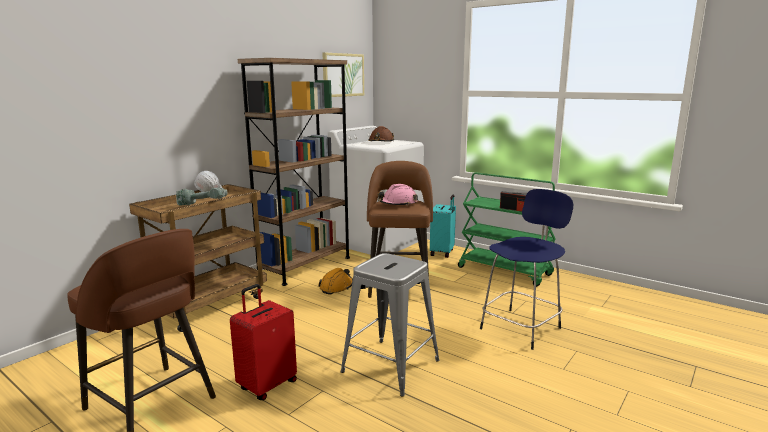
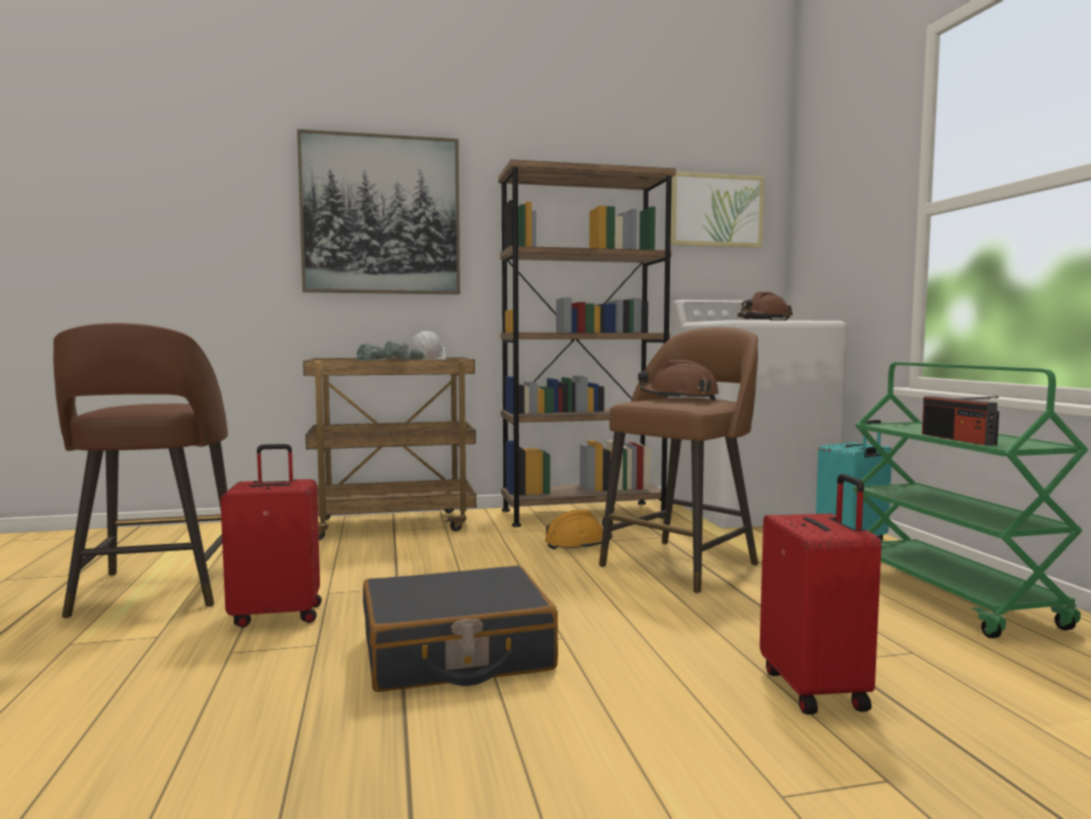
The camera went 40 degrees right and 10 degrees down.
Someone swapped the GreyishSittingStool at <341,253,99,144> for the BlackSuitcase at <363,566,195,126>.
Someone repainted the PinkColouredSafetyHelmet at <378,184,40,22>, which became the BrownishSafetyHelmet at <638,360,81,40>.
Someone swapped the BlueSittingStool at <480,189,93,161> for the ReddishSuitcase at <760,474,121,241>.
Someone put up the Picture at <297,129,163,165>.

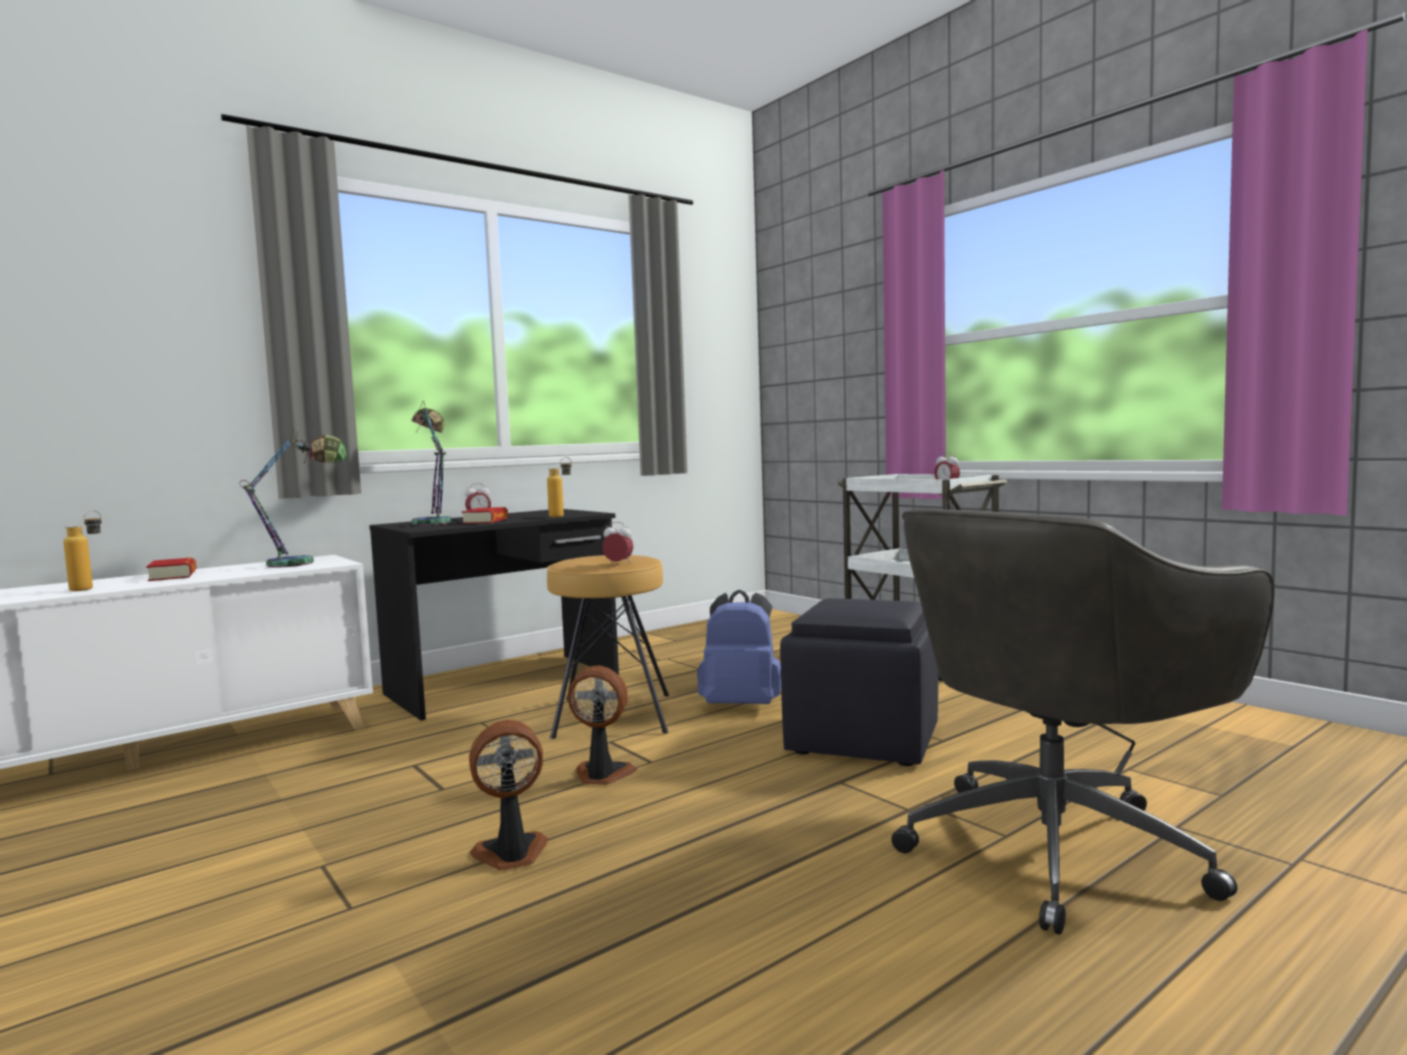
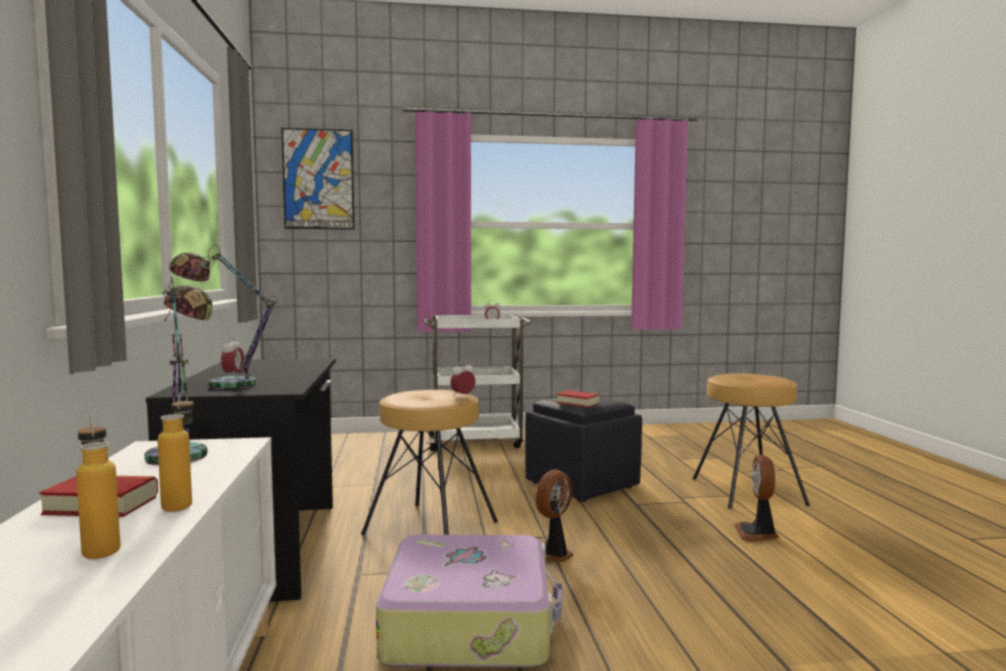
The camera went 60 degrees left and 0 degrees up.
Someone carried the BoundBook from <462,507,46,17> to <556,390,44,18>.
Someone carried the Fan from <469,720,79,151> to <734,455,45,87>.
Someone carried the BeverageBottle from <547,457,25,60> to <158,391,36,121>.
Someone took away the BlueRucksack at <697,589,84,115>.
Someone swapped the GreyishComputerChair at <891,508,383,427> for the BrownishSittingStool at <693,373,117,136>.
Someone put up the Picture at <281,128,74,102>.
Someone put down the Suitcase at <376,535,187,133>.

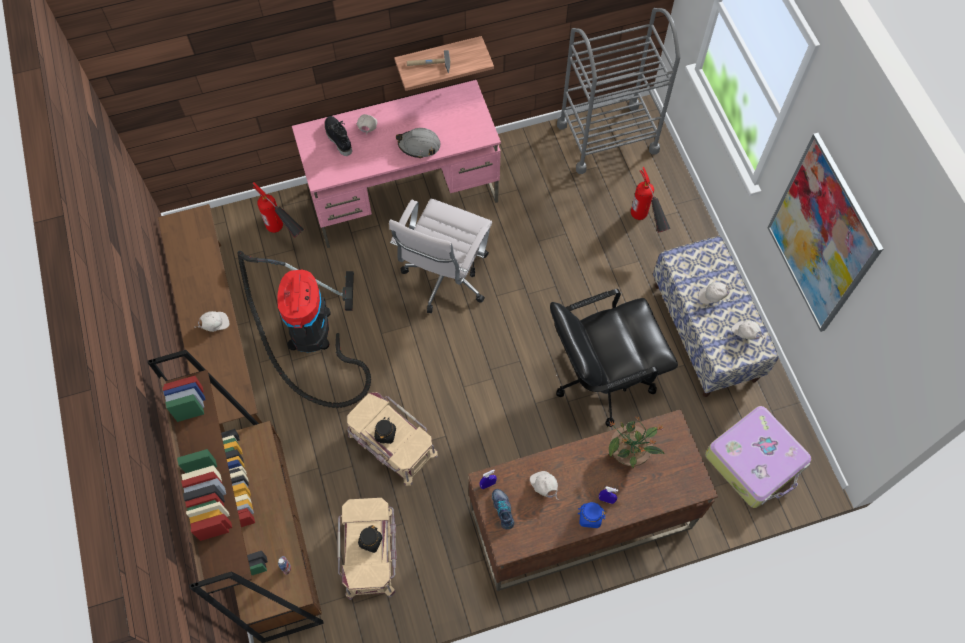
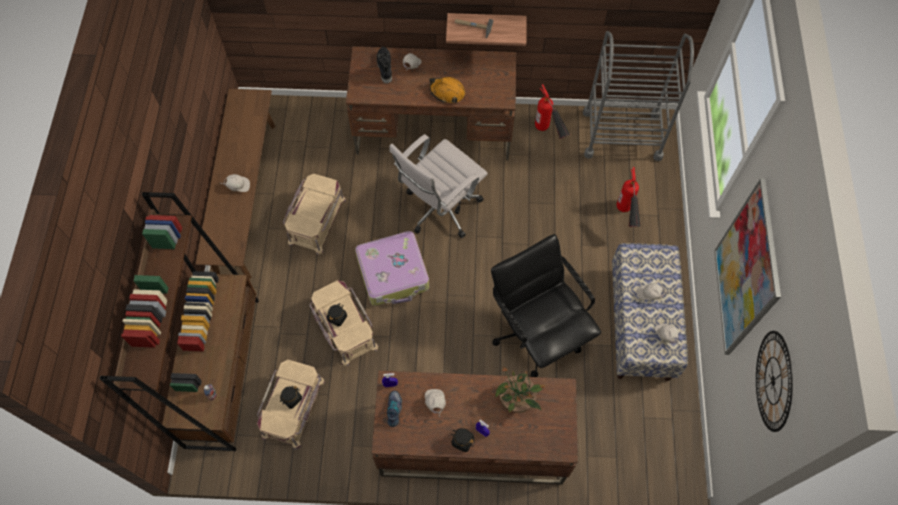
The camera went 20 degrees right and 0 degrees up.
Someone swapped the Hoover at <237,251,134,157> for the BeigeColouredStorageBox at <283,174,63,81>.
Someone carried the Extinguisher from <253,182,51,56> to <535,84,35,55>.
Someone repainted the PinkColouredDeskUnit at <292,80,209,168>, which became the BrownishDeskUnit at <346,46,170,114>.
Someone repainted the GreyishSafetyHelmet at <396,128,44,30>, which became the OrangeColouredSafetyHelmet at <429,77,36,26>.
Someone rotated the BlackComputerChair at <550,289,128,138> by 60 degrees clockwise.
Someone repainted the BlueJar at <577,502,28,26>, which became the BlackJar at <451,428,24,24>.
Someone carried the Suitcase from <705,406,106,102> to <355,231,74,75>.
Someone put up the ClockOnTheWall at <756,331,37,101>.

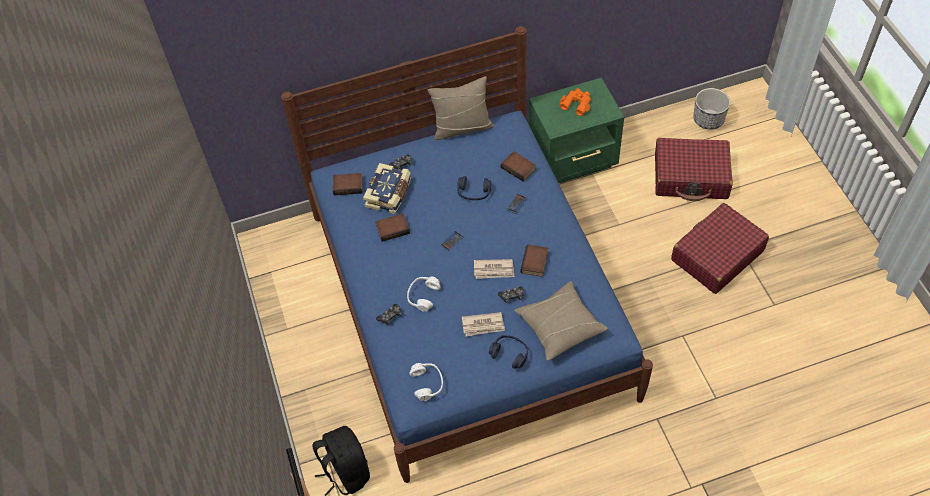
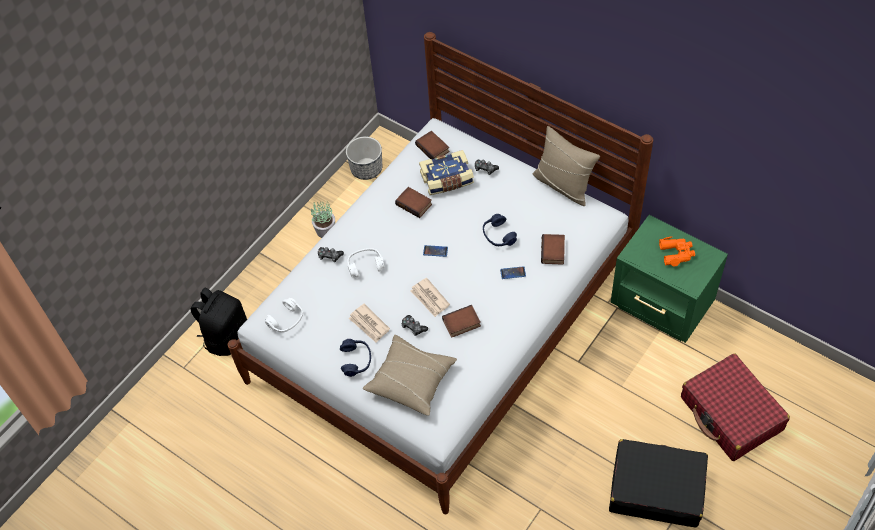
The camera went 55 degrees right and 0 degrees up.
Someone repainted the BlueSleepingBed at <281,26,372,457>, which became the WhiteColouredSleepingBed at <228,32,425,482>.
Someone repainted the ReddishSuitcase at <671,203,98,91>, which became the BlackSuitcase at <609,439,99,89>.
Someone carried the FlowerPot from <693,88,37,42> to <346,137,36,43>.
Someone put down the Houseplant at <311,201,24,37>.

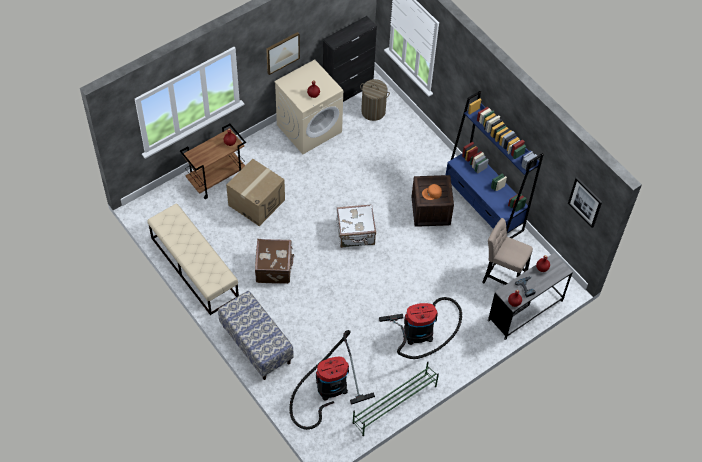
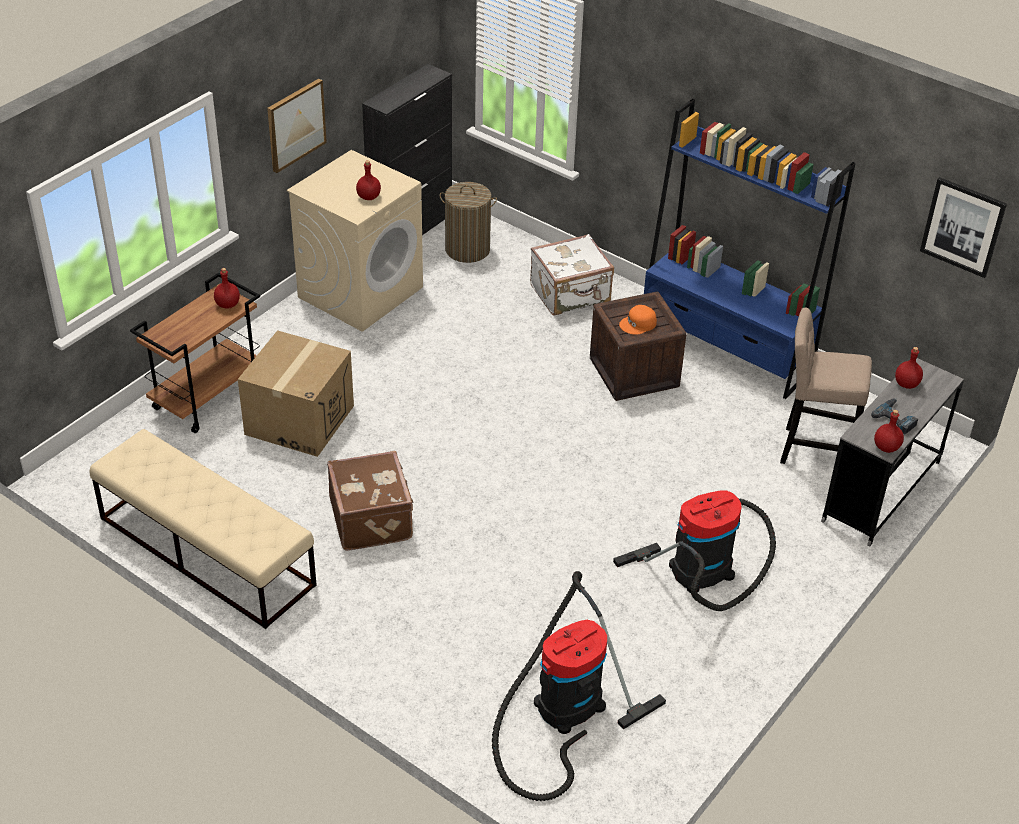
The camera went 15 degrees left and 15 degrees down.
Someone took away the LongSeat at <218,291,76,89>.
Someone carried the WhiteColouredSuitcase from <337,204,39,44> to <530,234,84,82>.
Someone took away the GreenShoeRack at <353,361,86,75>.

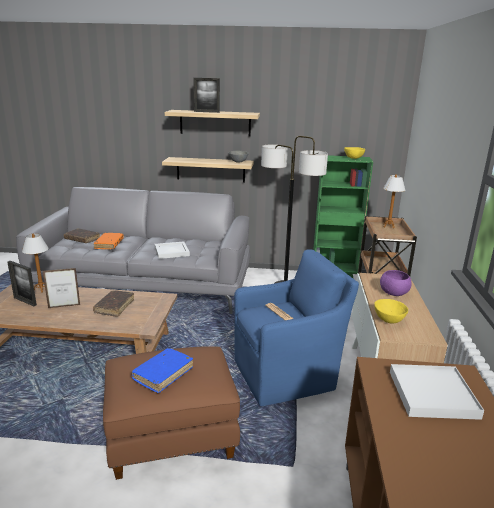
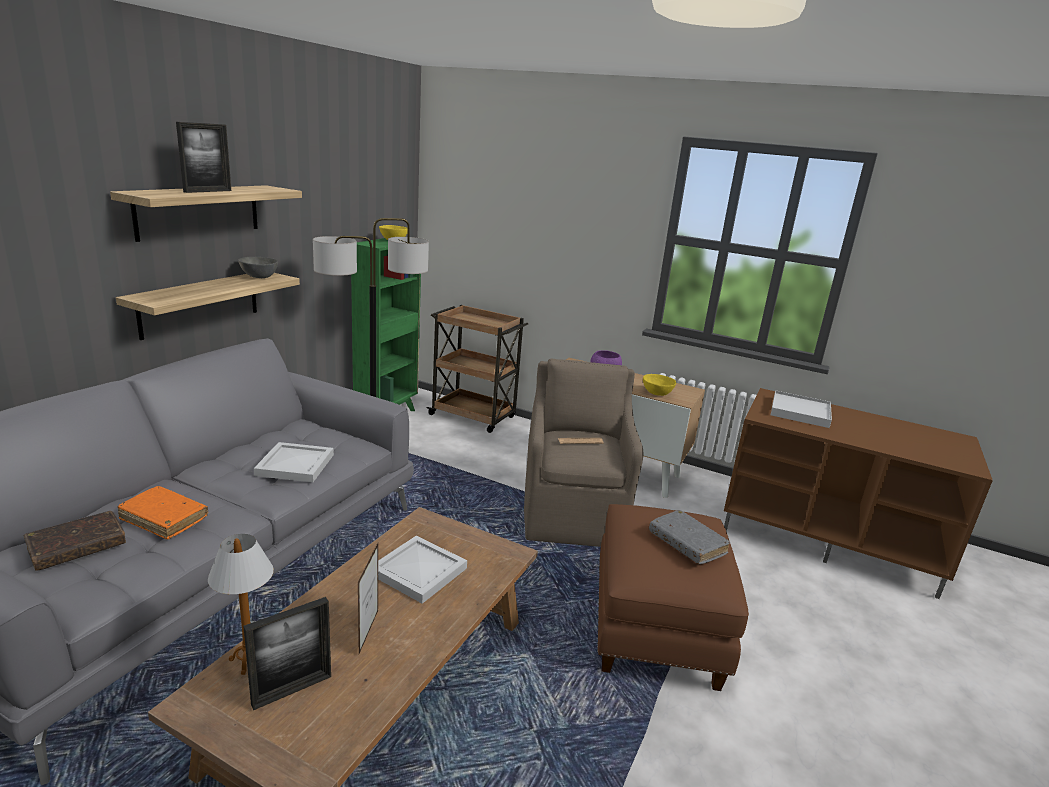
The camera went 70 degrees left and 0 degrees up.
Someone swapped the BrownishBoundBook at <93,290,41,27> for the WhiteColouredCarryingTray at <378,536,89,68>.
Someone repainted the BlueBoundBook at <131,348,62,45>, which became the GreyishBoundBook at <649,510,81,54>.
Someone repainted the BlueLoungeChair at <234,250,125,156>, which became the BrownishLoungeChair at <524,359,120,188>.
Someone took away the TableLamp at <383,175,22,53>.

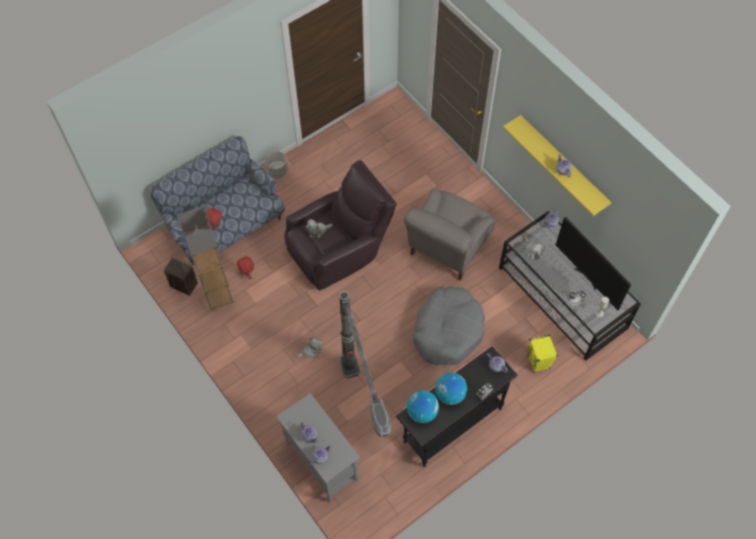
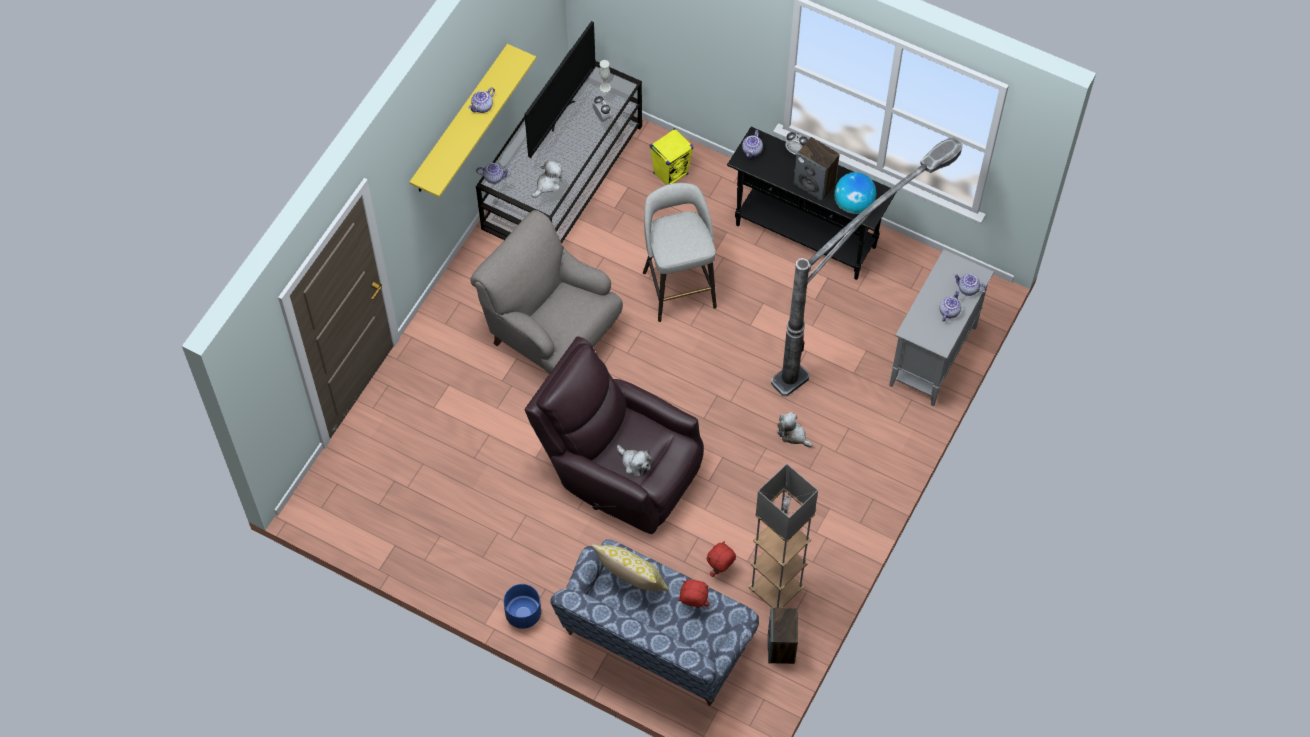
The camera went 115 degrees left and 0 degrees up.
Someone repainted the GreyishFlowerPot at <265,151,23,27>, which became the BlueFlowerPot at <503,584,38,45>.
Someone rotated the GreyishLoungeChair at <404,189,92,92> by 150 degrees counterclockwise.
Someone swapped the GreyishDogCushion at <413,286,72,79> for the GreyishSittingStool at <643,183,74,139>.
Someone swapped the WorldGlobe at <436,373,31,32> for the Speaker at <793,137,47,64>.
Someone put down the Cushion at <592,545,77,46>.

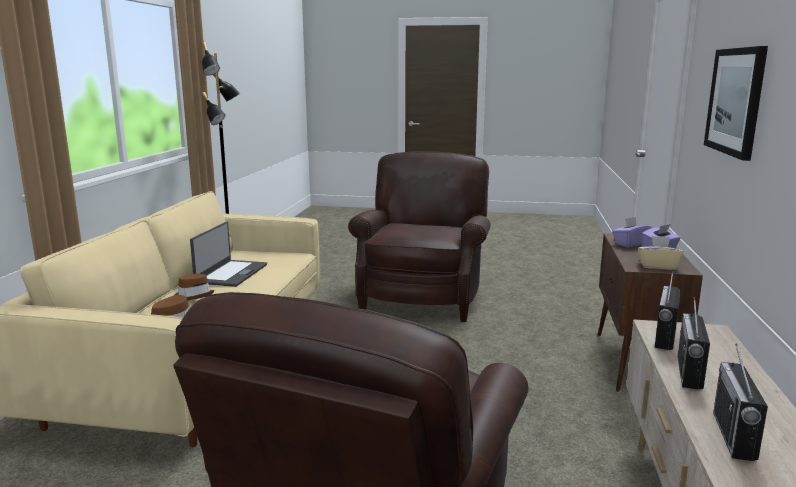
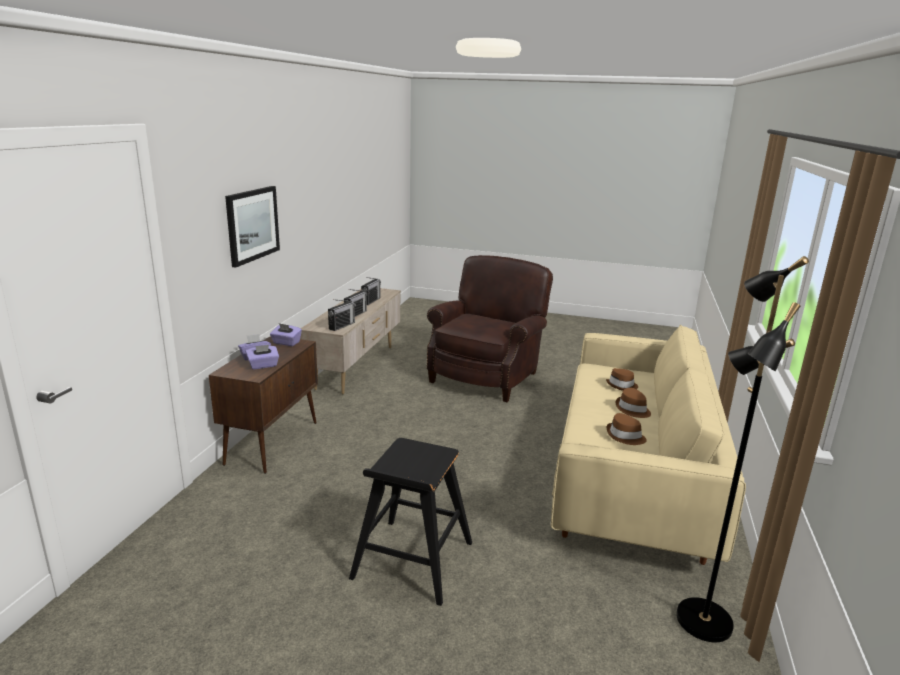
The camera went 175 degrees left and 5 degrees up.
Someone swapped the PortableComputer at <190,222,77,65> for the BrownishHat at <607,413,40,32>.
Someone swapped the BrownishLoungeChair at <348,151,143,171> for the BlackSittingStool at <349,438,123,168>.
Someone repainted the BeigeColouredBoxOfTissues at <638,236,45,34>, which became the PurpleBoxOfTissues at <270,323,32,23>.

